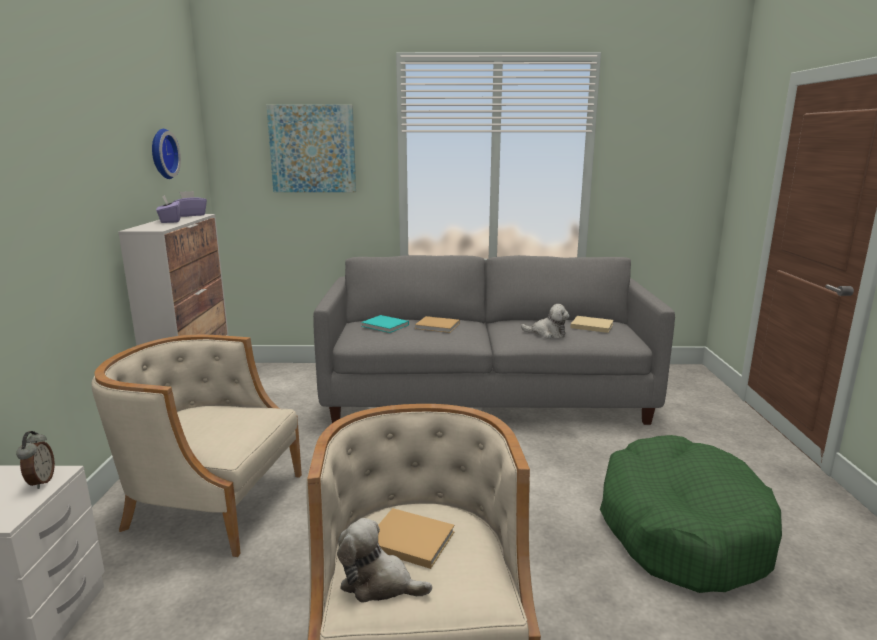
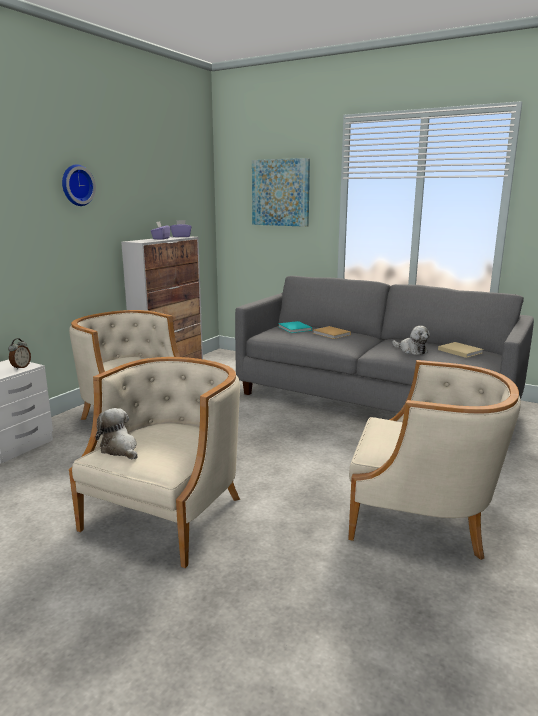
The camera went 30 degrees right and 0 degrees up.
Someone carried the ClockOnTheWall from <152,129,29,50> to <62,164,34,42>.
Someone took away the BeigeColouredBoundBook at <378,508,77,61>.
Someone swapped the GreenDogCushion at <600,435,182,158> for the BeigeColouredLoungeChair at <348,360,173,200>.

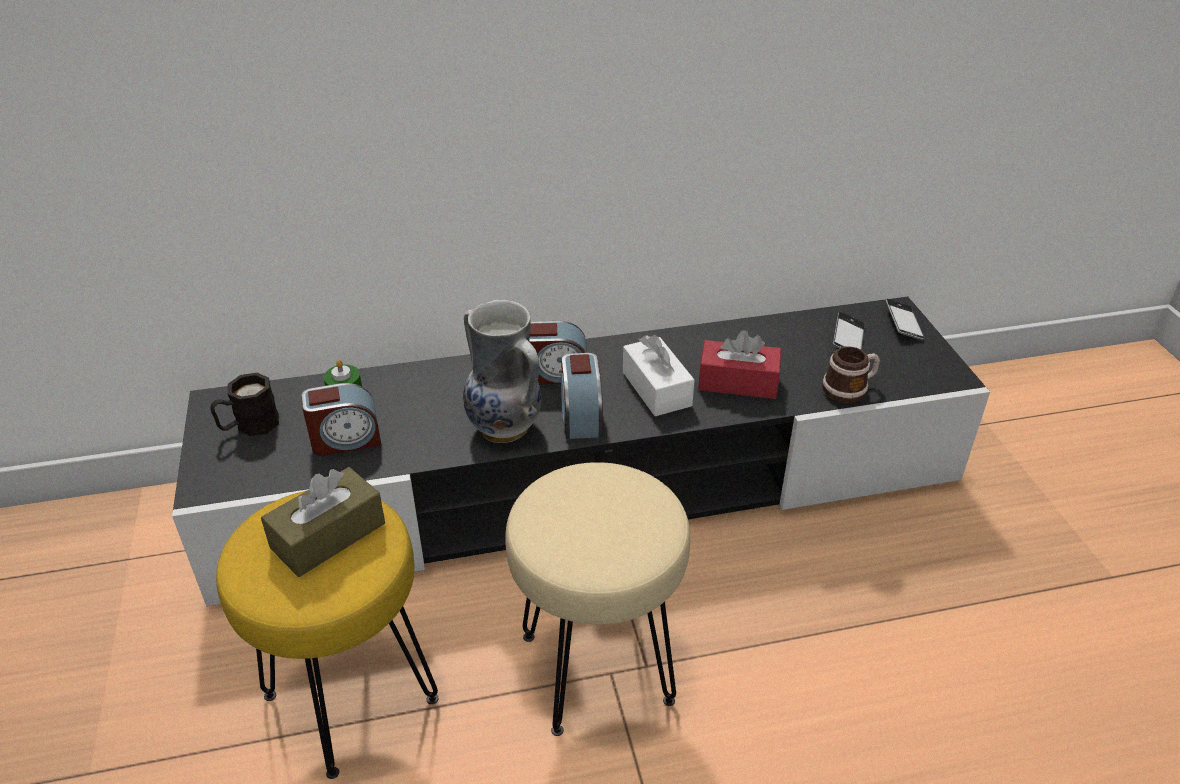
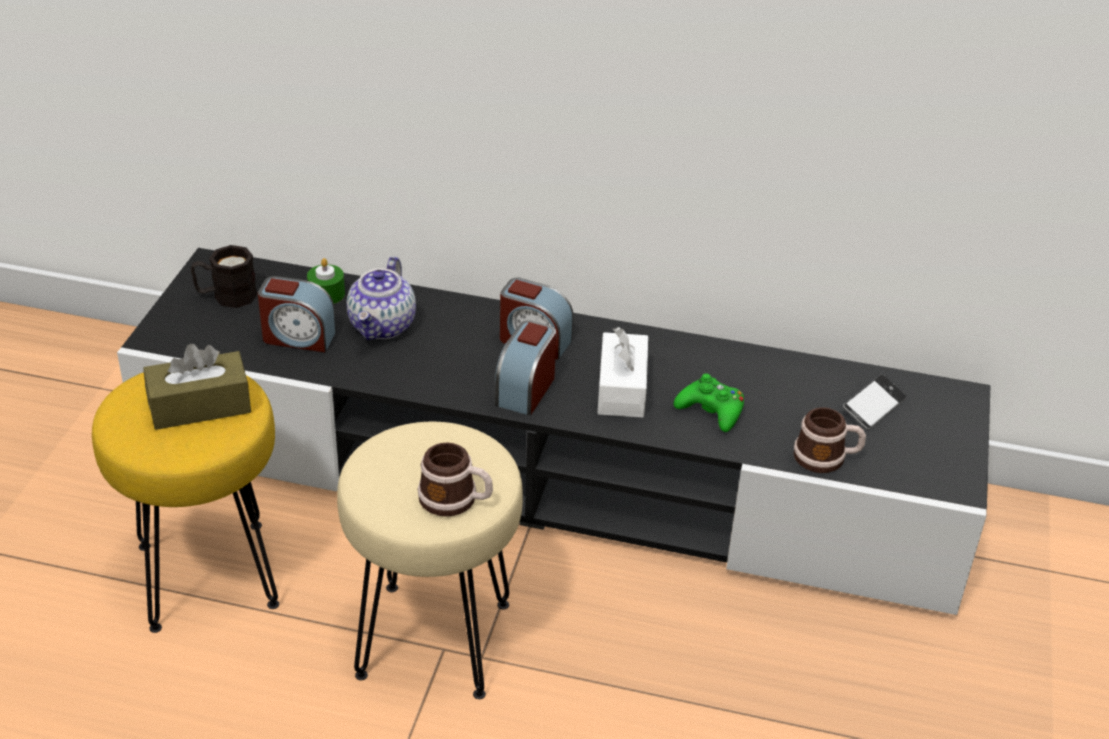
The camera went 25 degrees right and 0 degrees up.
Someone took away the DecorativeVase at <463,300,78,143>.
Someone swapped the ReddishBoxOfTissues at <698,330,83,69> for the GreenGamepad at <674,373,70,59>.
Someone took away the Phone at <885,299,40,41>.
Someone put down the PotForTea at <347,256,69,84>.
Someone put down the CoffeeMug at <417,443,76,74>.

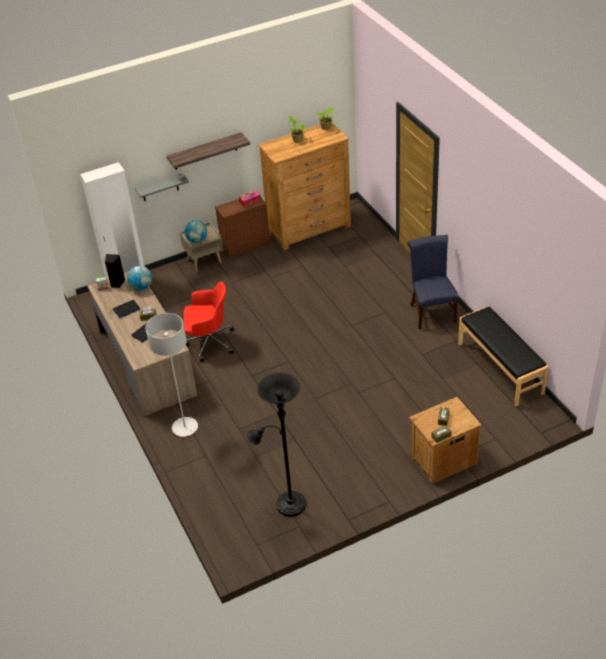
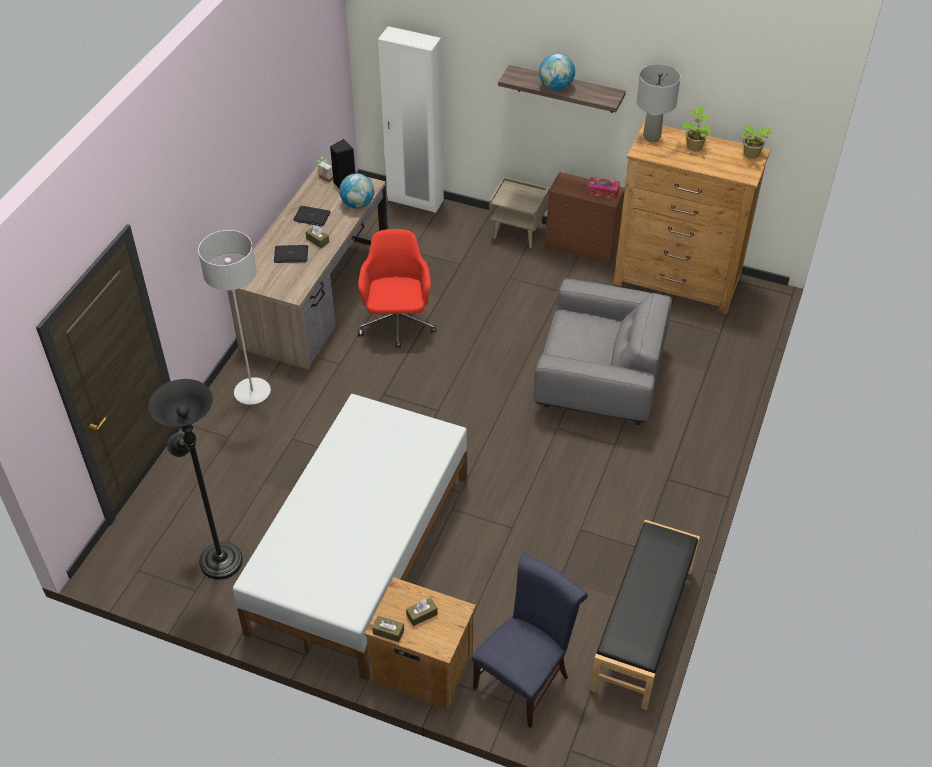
The camera went 45 degrees right and 5 degrees up.
Someone took away the GreyishShelf at <135,173,54,28>.
Someone carried the WorldGlobe from <184,220,23,23> to <539,53,36,37>.
Someone rotated the ReddishComputerChair at <184,281,50,81> by 135 degrees counterclockwise.
Someone carried the BluePlainChair from <407,235,52,94> to <471,554,117,174>.
Someone put down the WhiteColouredSleepingBed at <233,394,234,286>.
Someone put down the GreyishLoungeChair at <533,279,139,146>.
Someone put down the GreyishTableLamp at <637,64,44,78>.

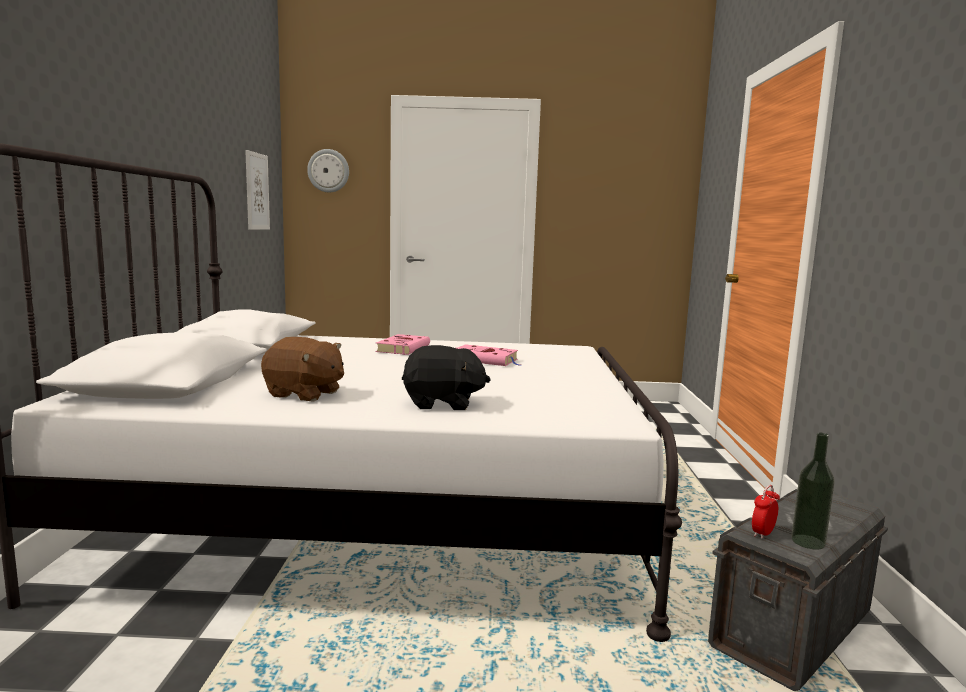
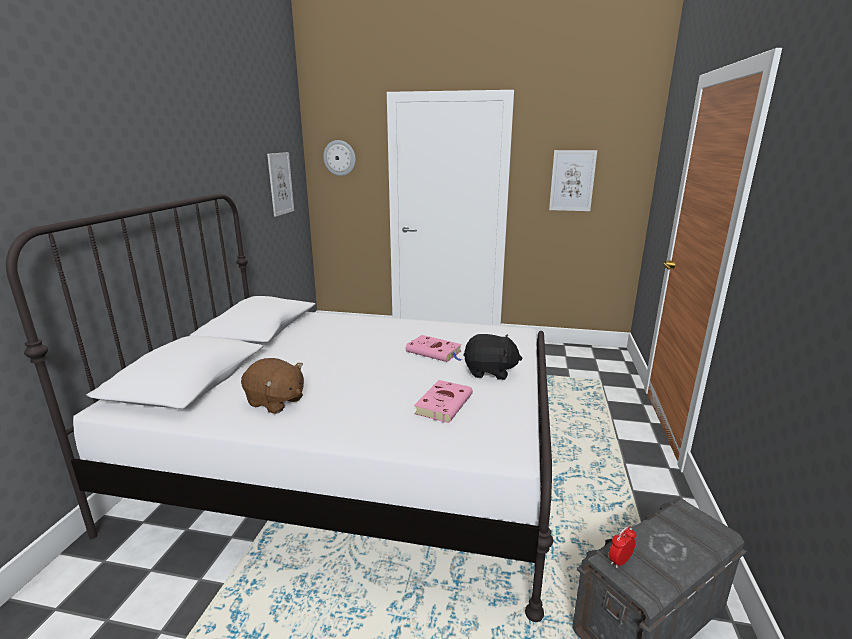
The camera went 10 degrees right and 10 degrees up.
Someone carried the PinkColouredBoundBook from <376,334,54,21> to <414,380,59,43>.
Someone carried the BlackSoftToy from <402,345,89,65> to <463,334,60,46>.
Someone took away the BeverageBottle at <791,433,44,117>.
Someone put up the Picture at <549,150,48,61>.

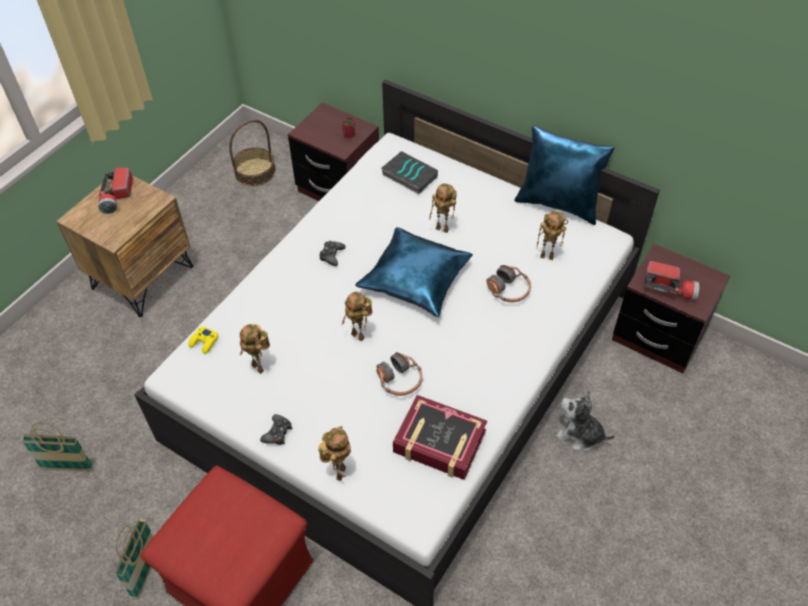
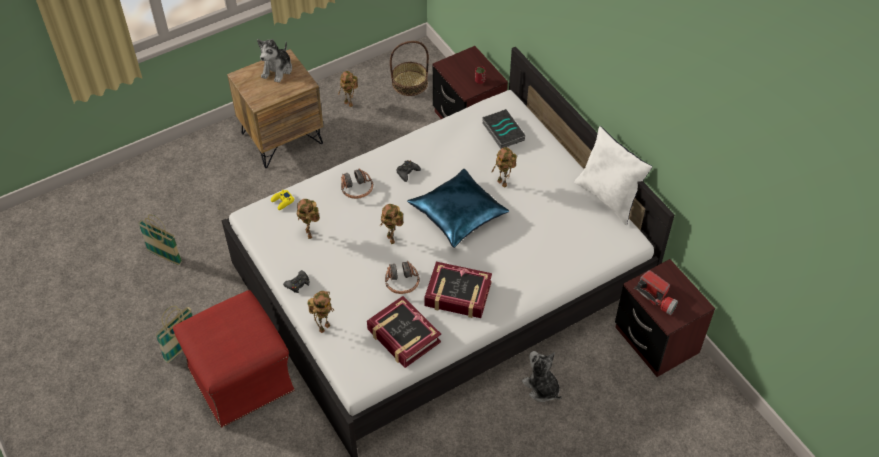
The camera went 25 degrees right and 0 degrees up.
Someone swapped the HandTorch at <98,168,35,46> for the SoftToy at <257,39,35,44>.
Someone carried the Headset from <486,265,45,37> to <341,168,32,31>.
Someone repainted the BlueCushion at <514,125,100,100>, which became the WhiteColouredCushion at <574,126,78,99>.
Someone carried the RobotFigure from <537,211,31,49> to <338,71,20,36>.
Someone put down the BoundBook at <424,262,68,56>.

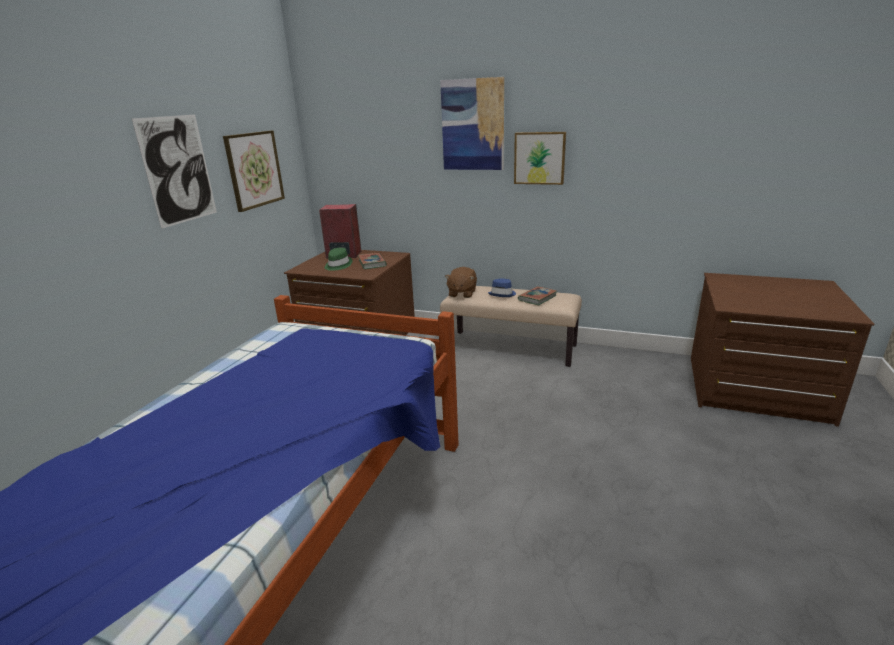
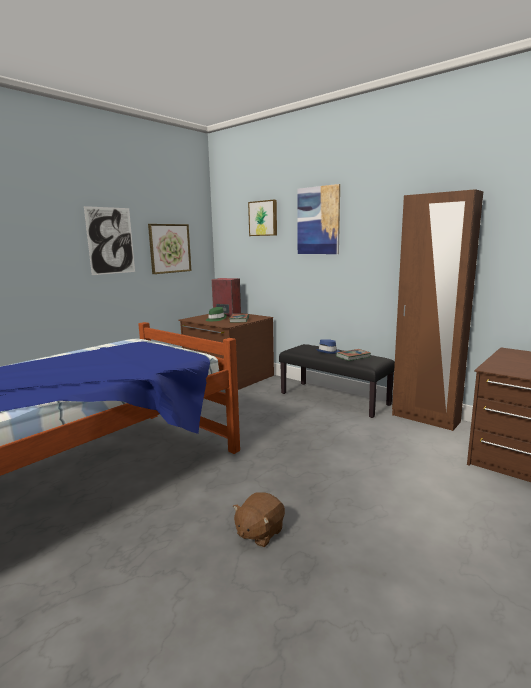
The camera went 20 degrees right and 10 degrees down.
Someone repainted the BeigeColouredLongSeat at <440,286,142,81>, which became the BlackLongSeat at <279,344,116,74>.
Someone carried the BrownishSoftToy from <445,267,32,31> to <233,492,52,55>.
Someone carried the Picture from <514,132,52,53> to <248,200,29,36>.
Someone put down the BrownishArmoire at <392,189,91,242>.

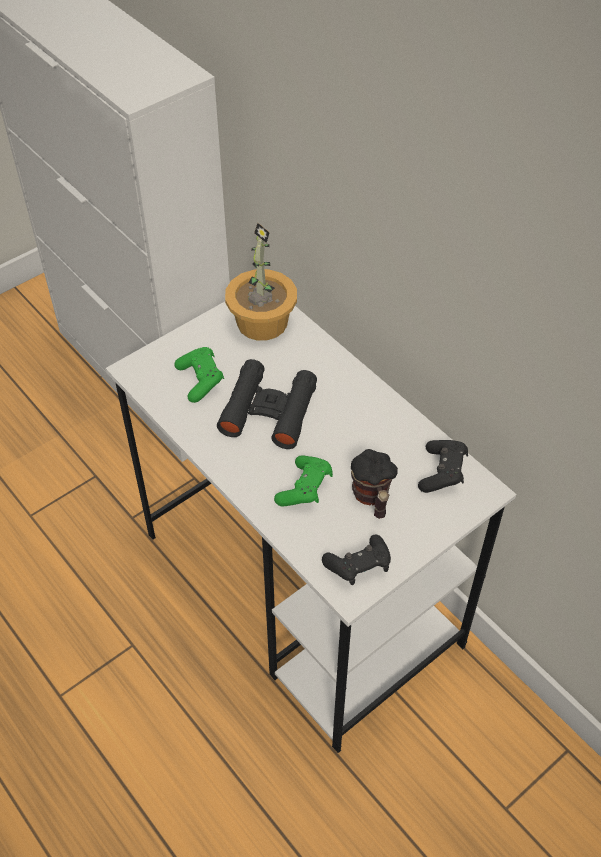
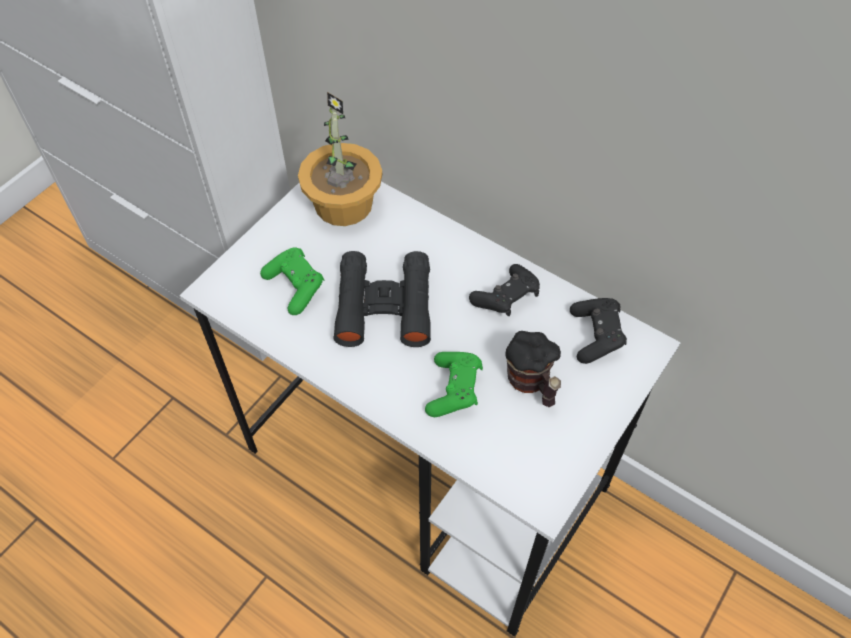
The camera went 15 degrees left and 5 degrees up.
Someone carried the BlackGamepad from <322,535,69,50> to <469,264,71,52>.

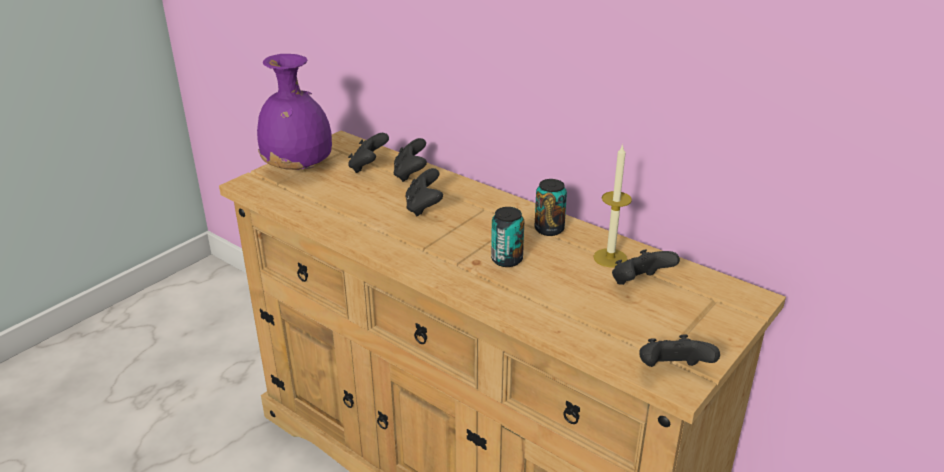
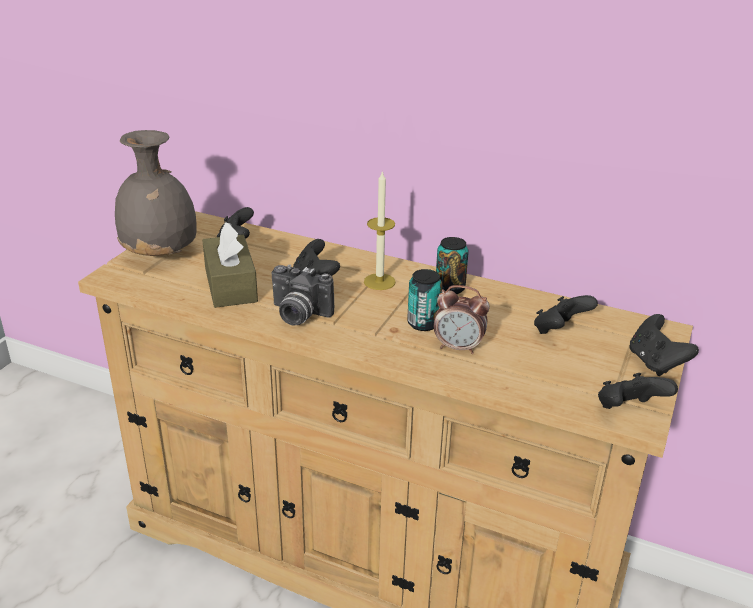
The camera went 15 degrees left and 0 degrees up.
Someone repainted the PurpleDecorativeVase at <257,54,75,116>, which became the GreyishDecorativeVase at <115,130,82,126>.
Someone carried the BlackGamepad from <394,138,33,44> to <629,314,70,62>.
Someone carried the Candle from <593,144,39,124> to <364,170,32,120>.
Someone put down the BrownishBoxOfTissues at <202,222,56,86>.
Someone put down the StillCamera at <271,264,63,62>.
Someone put down the TableClock at <434,285,56,69>.

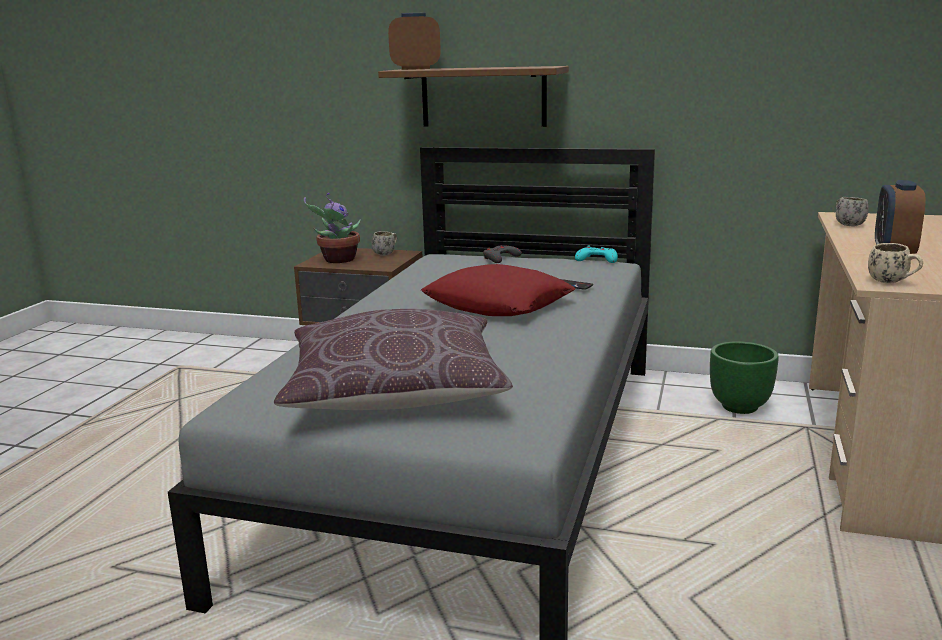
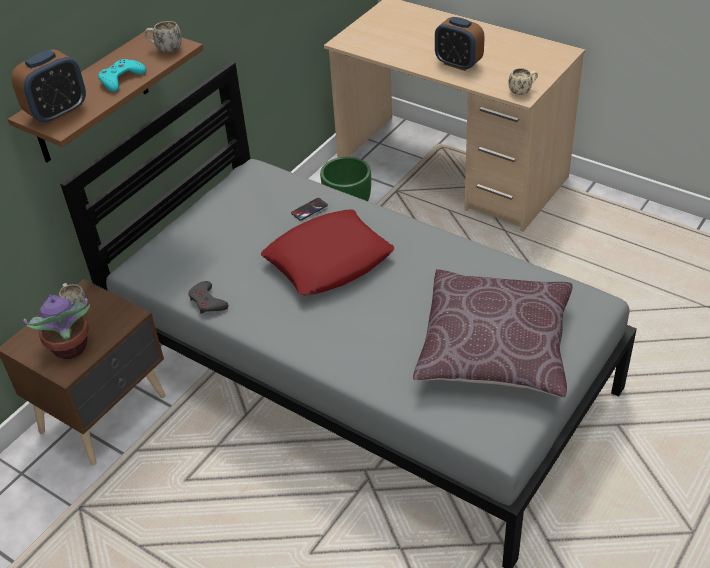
The camera went 70 degrees left and 25 degrees up.
Someone rotated the TableClock at <388,13,53,57> by 150 degrees counterclockwise.
Someone carried the GreyishGamepad from <483,245,39,18> to <188,281,41,33>.
Someone carried the TurquoiseColouredGamepad from <575,246,43,17> to <98,59,48,33>.
Someone carried the WhiteColouredCoffeeMug from <836,197,33,29> to <144,21,38,32>.

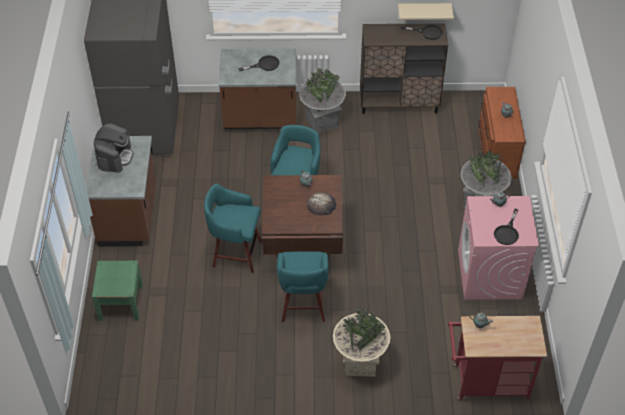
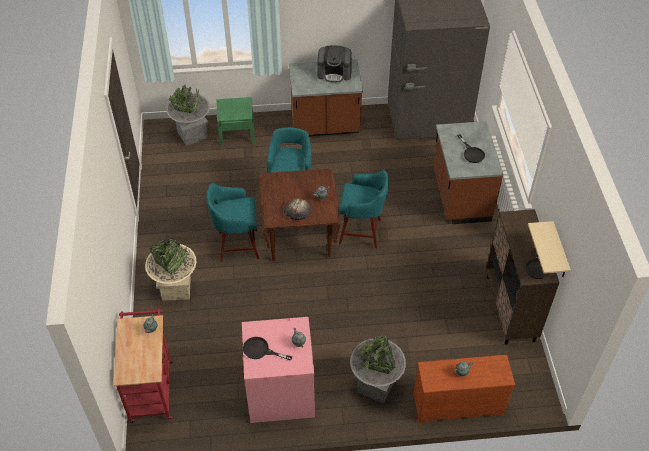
The camera went 85 degrees right and 0 degrees up.
Someone carried the GreyishFlowerPot from <299,69,47,64> to <166,85,44,61>.

